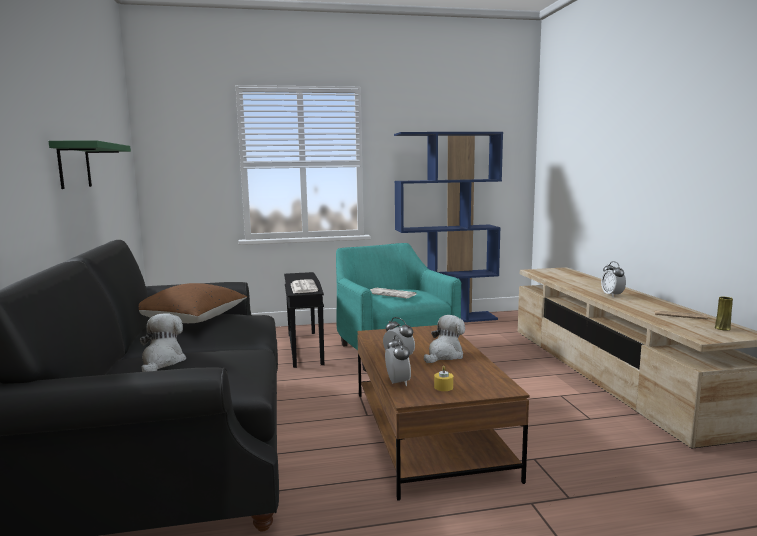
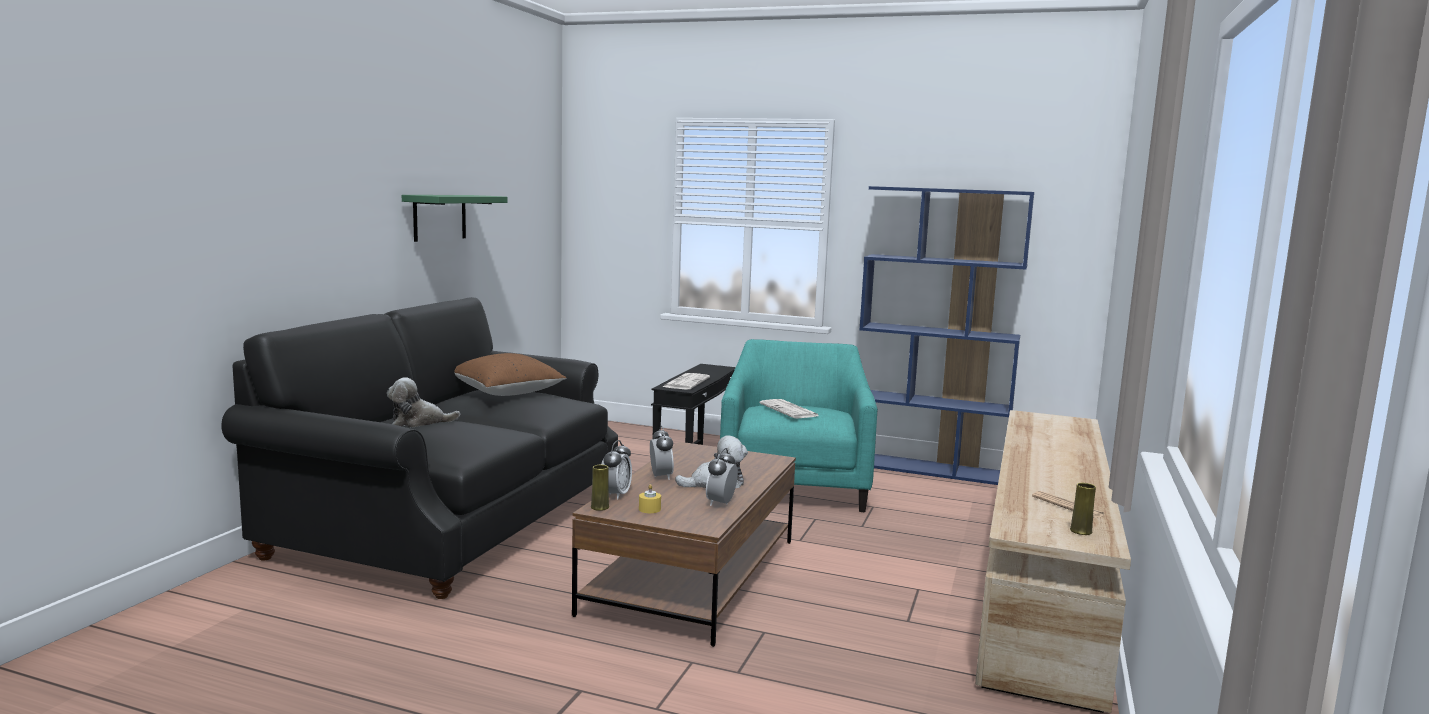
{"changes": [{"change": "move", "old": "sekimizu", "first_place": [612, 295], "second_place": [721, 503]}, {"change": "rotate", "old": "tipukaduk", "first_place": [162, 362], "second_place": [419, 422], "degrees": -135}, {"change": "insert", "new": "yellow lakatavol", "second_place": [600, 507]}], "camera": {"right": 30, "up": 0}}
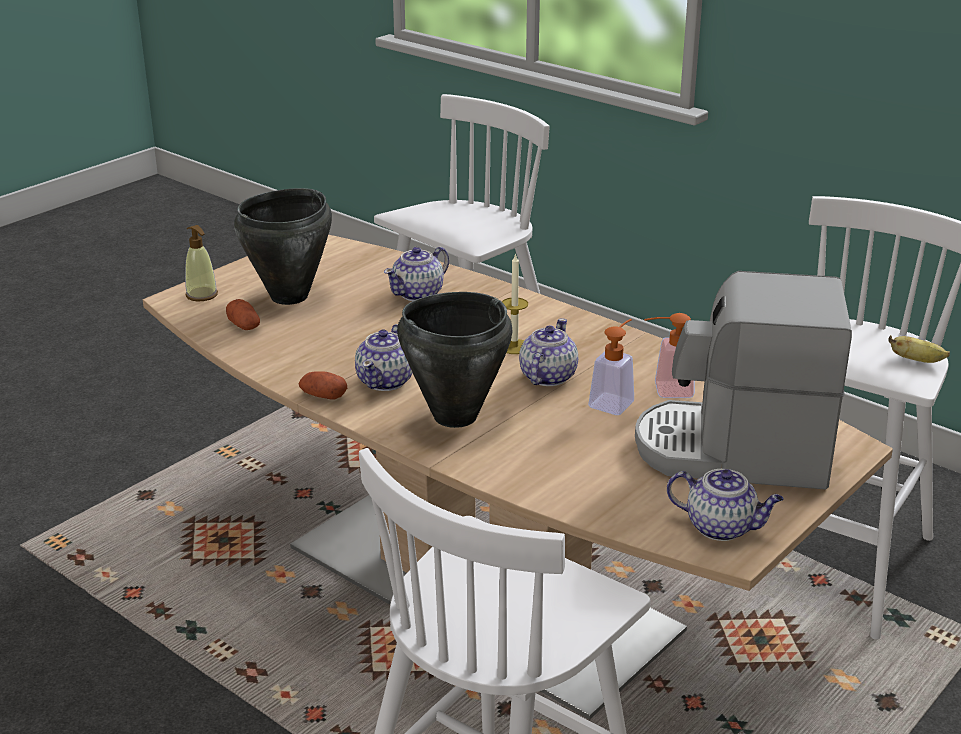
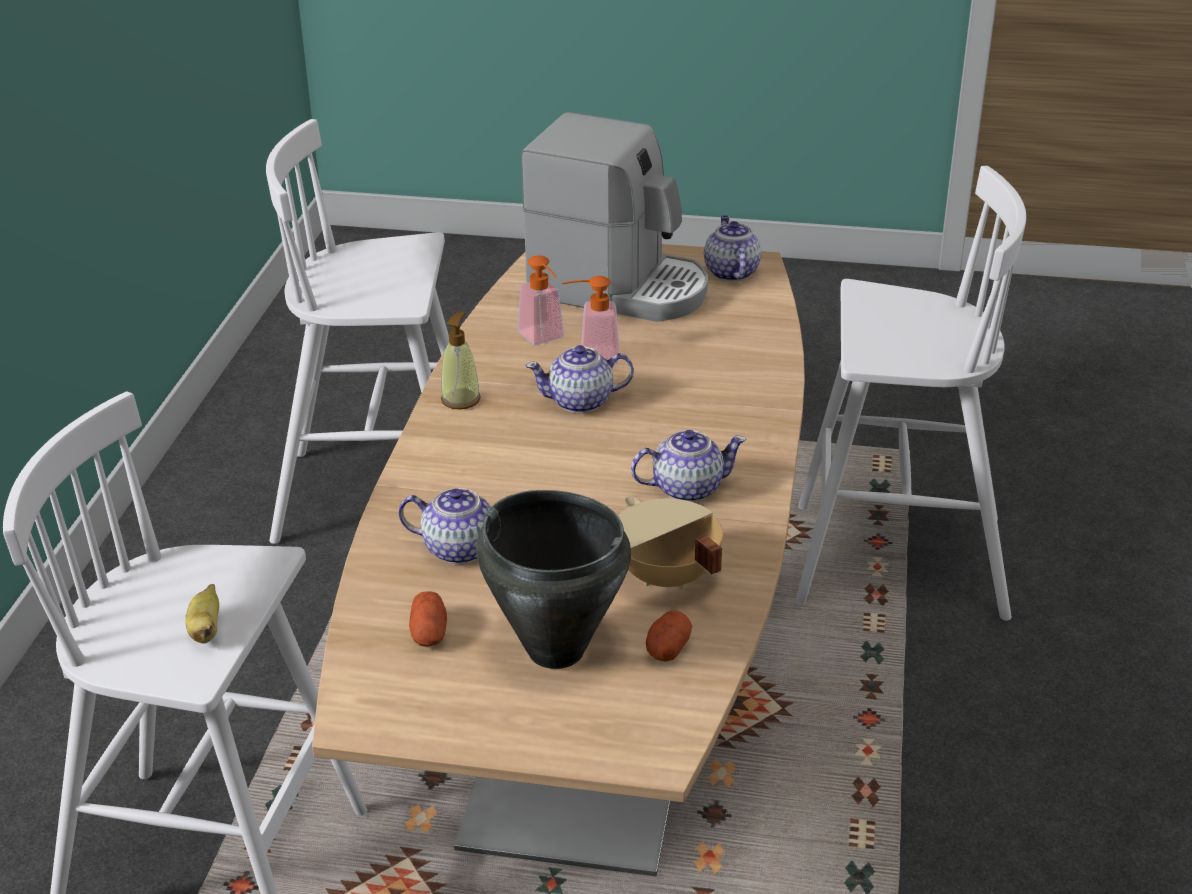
{"changes": [{"change": "move", "old": "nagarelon", "first_place": [202, 295], "second_place": [461, 399]}, {"change": "delete", "old": "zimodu", "first_place": [514, 346]}, {"change": "rotate", "old": "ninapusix", "first_place": [733, 452], "second_place": [619, 288], "degrees": -45}, {"change": "delete", "old": "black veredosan", "first_place": [454, 416]}, {"change": "move", "old": "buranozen", "first_place": [917, 360], "second_place": [206, 629]}, {"change": "move", "old": "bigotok", "first_place": [323, 396], "second_place": [429, 632]}, {"change": "insert", "new": "beige veredosan", "second_place": [665, 577]}], "camera": {"right": -120, "up": 5}}
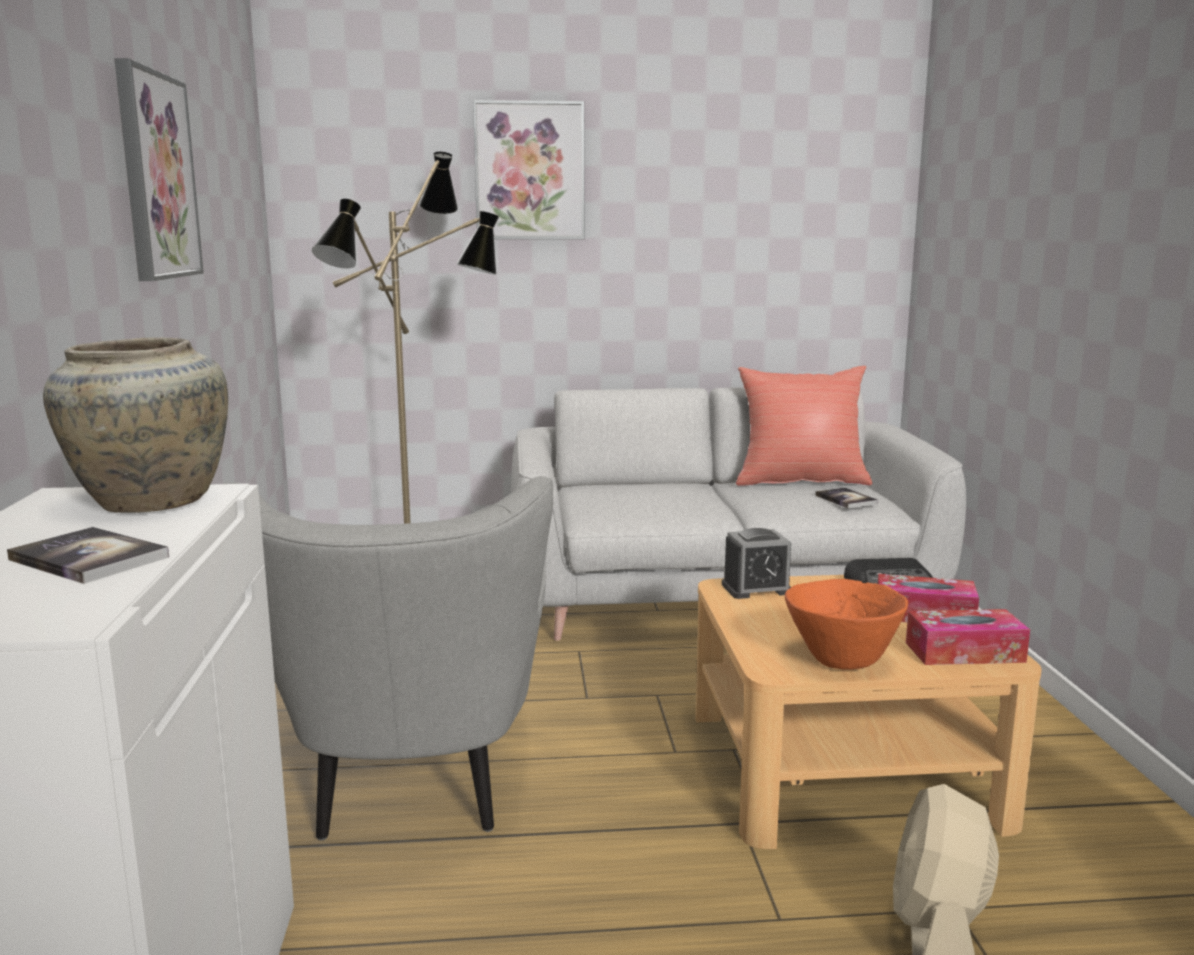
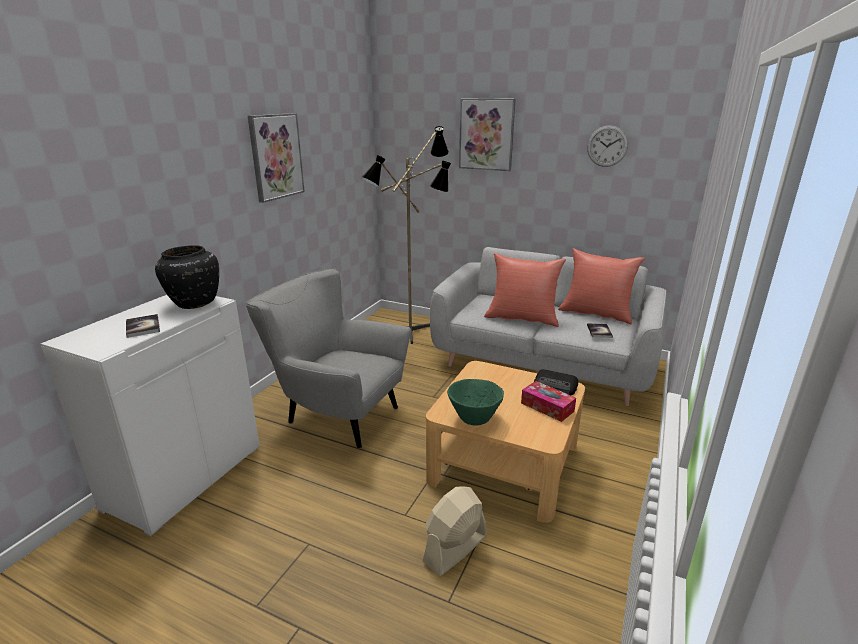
{"changes": [{"change": "recolor", "old": "beige lakatavol", "new": "black lakatavol", "first_place": [148, 501], "second_place": [194, 303]}, {"change": "rotate", "old": "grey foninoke", "first_place": [413, 786], "second_place": [335, 414], "degrees": 90}, {"change": "delete", "old": "sekimizu", "first_place": [756, 589]}, {"change": "recolor", "old": "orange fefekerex", "new": "green fefekerex", "first_place": [841, 660], "second_place": [474, 418]}, {"change": "delete", "old": "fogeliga", "first_place": [964, 652]}, {"change": "insert", "new": "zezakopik", "second_place": [607, 146]}, {"change": "insert", "new": "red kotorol", "second_place": [522, 318]}], "camera": {"right": 30, "up": 10}}
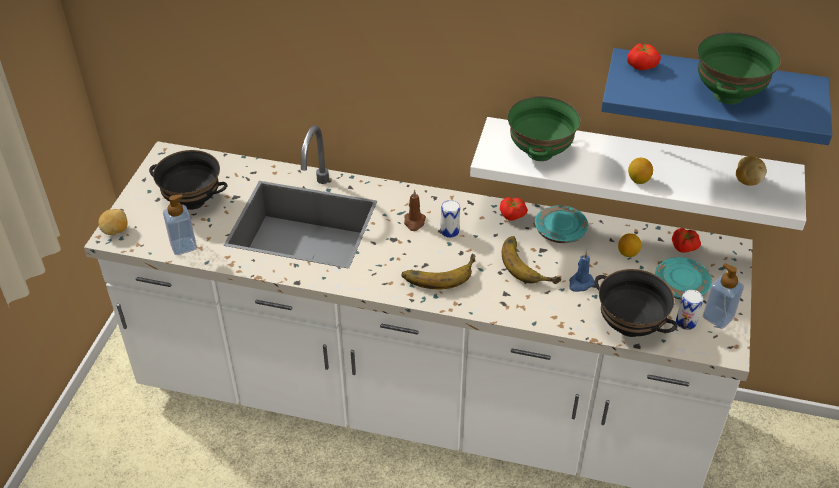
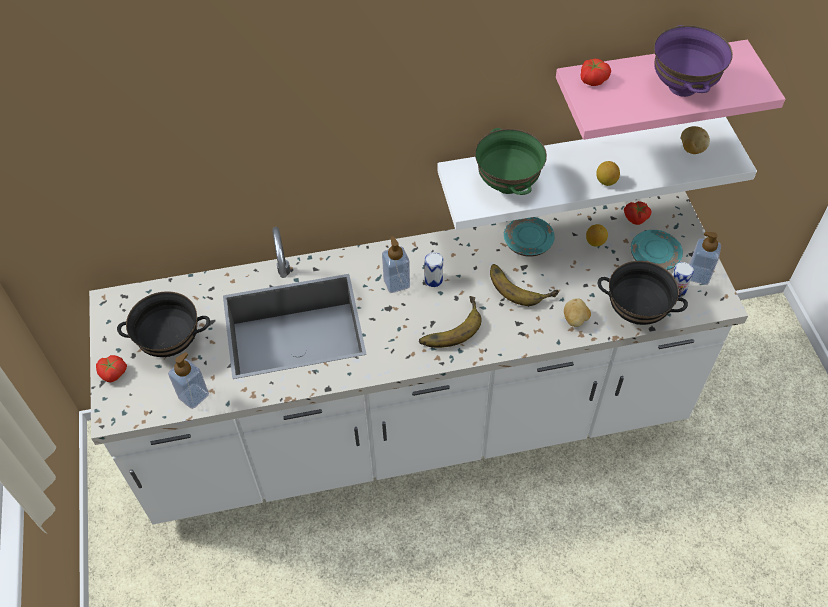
{"changes": [{"change": "recolor", "old": "green fefekerex", "new": "purple fefekerex", "first_place": [729, 96], "second_place": [683, 87]}, {"change": "recolor", "old": "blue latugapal", "new": "pink latugapal", "first_place": [711, 94], "second_place": [646, 82]}, {"change": "replace", "old": "brown zimodu", "new": "nagarelon", "first_place": [414, 222], "second_place": [396, 283]}, {"change": "move", "old": "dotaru", "first_place": [512, 216], "second_place": [113, 374]}, {"change": "move", "old": "bigotok", "first_place": [115, 231], "second_place": [575, 320]}, {"change": "delete", "old": "blue zimodu", "first_place": [580, 283]}], "camera": {"right": -25, "up": 10}}
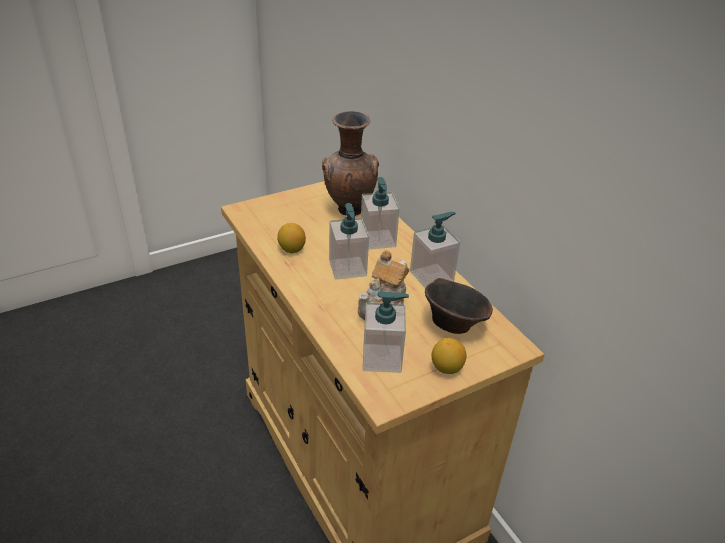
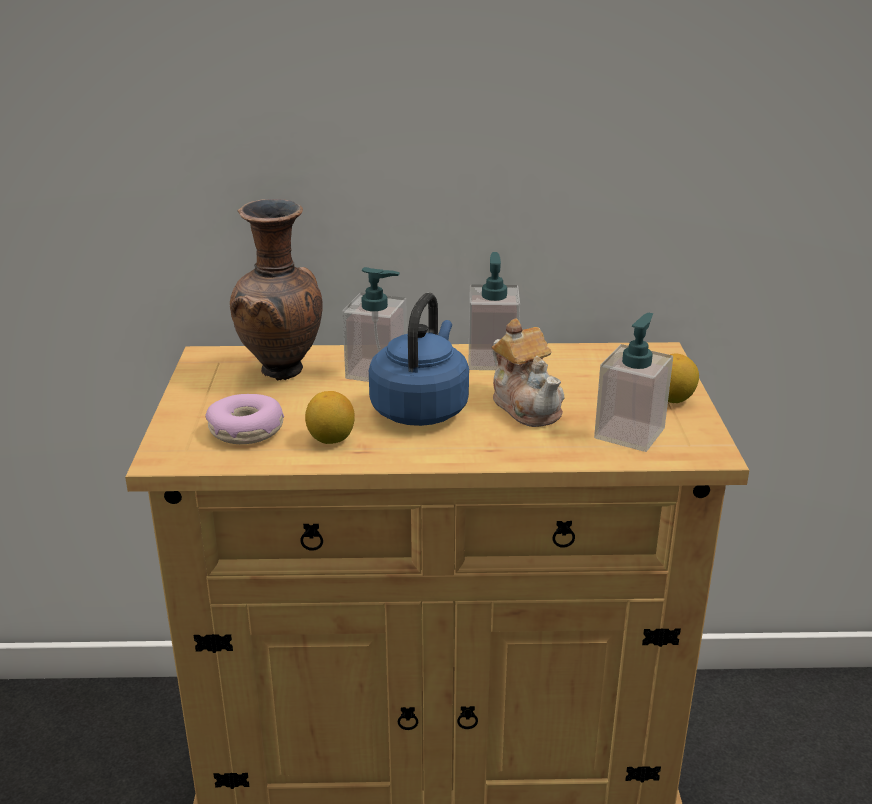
{"changes": [{"change": "replace", "old": "nagarelon", "new": "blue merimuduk", "first_place": [347, 268], "second_place": [421, 408]}, {"change": "delete", "old": "brown fefekerex", "first_place": [453, 323]}, {"change": "insert", "new": "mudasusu", "second_place": [246, 431]}], "camera": {"right": -60, "up": -10}}
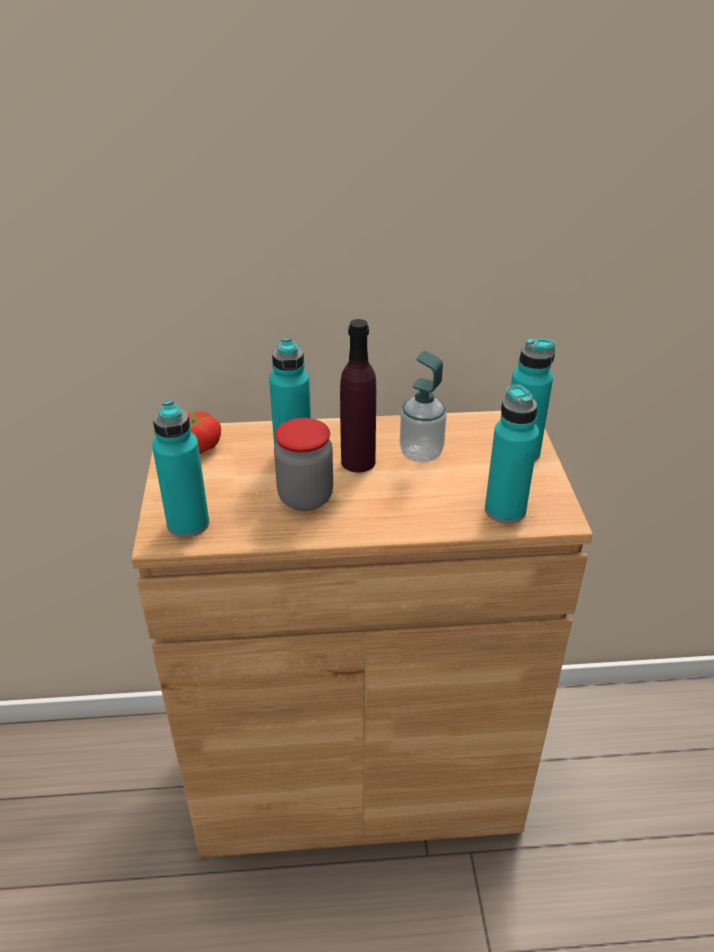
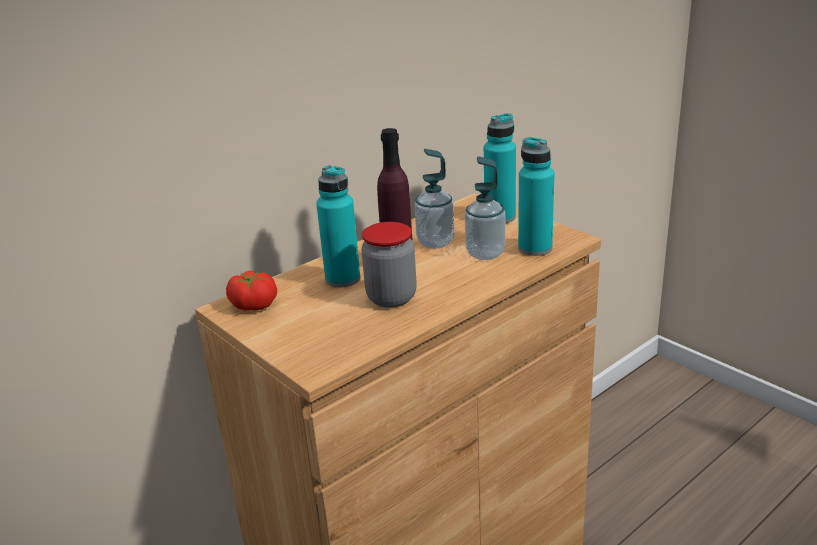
{"changes": [{"change": "delete", "old": "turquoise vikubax", "first_place": [188, 524]}, {"change": "insert", "new": "nagarelon", "second_place": [485, 253]}], "camera": {"right": -35, "up": -10}}
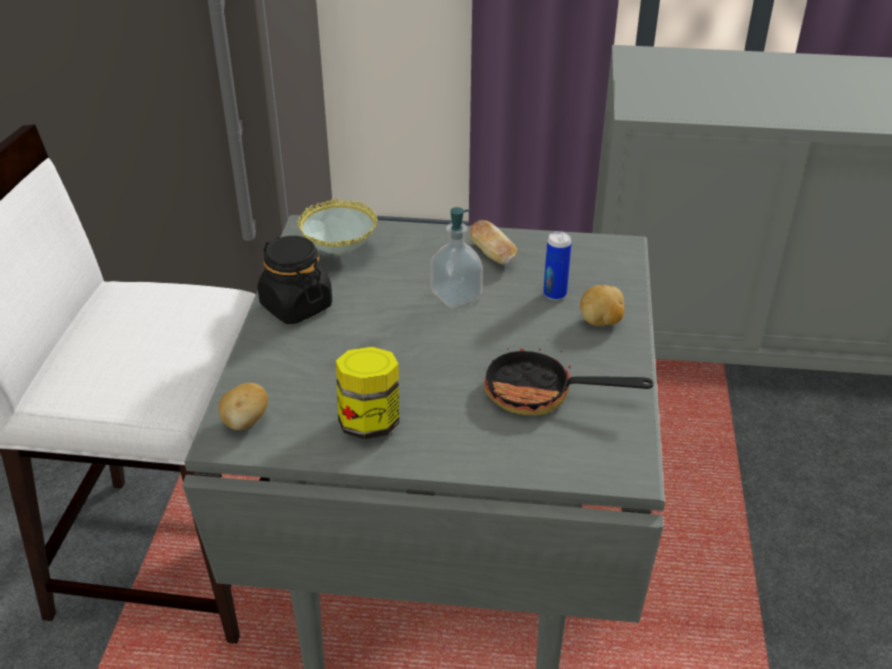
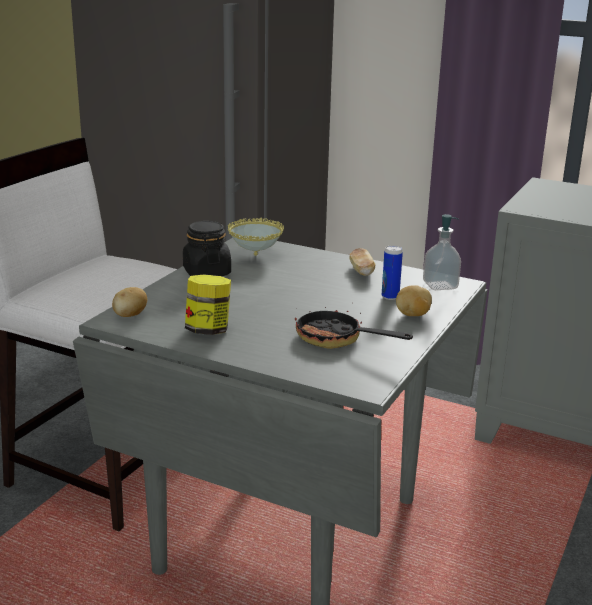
{"changes": [{"change": "move", "old": "nagarelon", "first_place": [456, 295], "second_place": [440, 285]}], "camera": {"right": 20, "up": -15}}
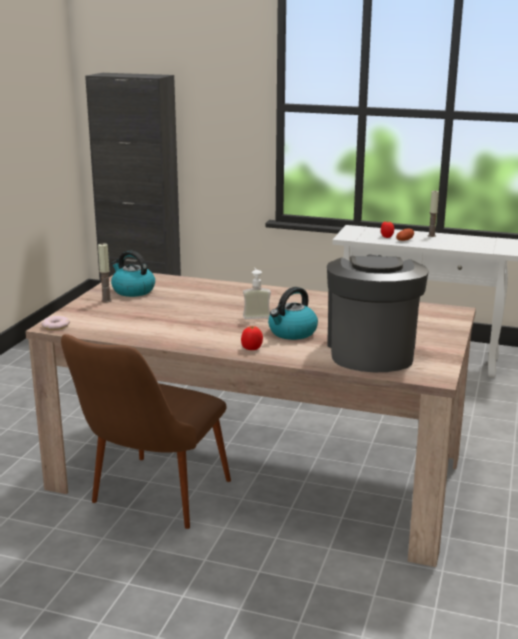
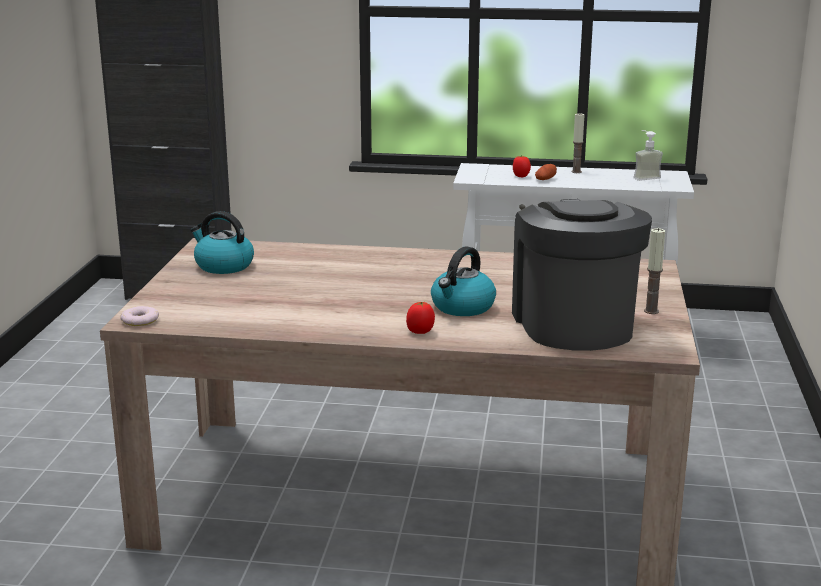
{"changes": [{"change": "move", "old": "zimodu", "first_place": [106, 300], "second_place": [651, 311]}, {"change": "move", "old": "nagarelon", "first_place": [256, 315], "second_place": [644, 177]}, {"change": "delete", "old": "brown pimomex", "first_place": [150, 503]}], "camera": {"right": -10, "up": 0}}
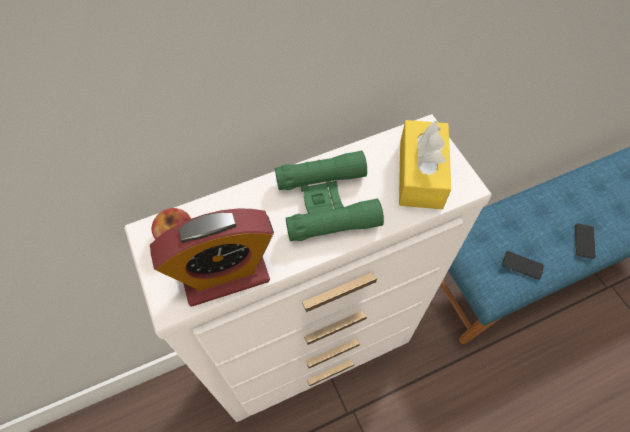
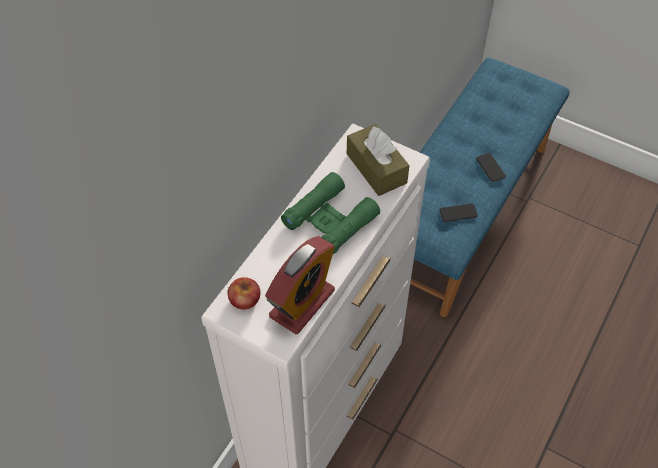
{"changes": [{"change": "recolor", "old": "yellow fogeliga", "new": "brown fogeliga", "first_place": [420, 174], "second_place": [376, 168]}], "camera": {"right": -35, "up": -5}}
